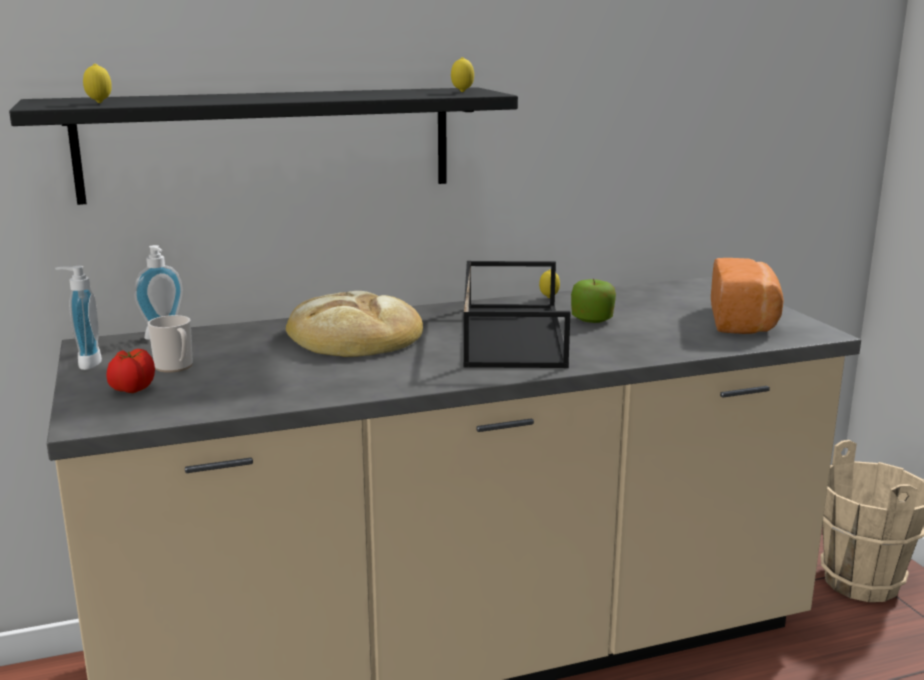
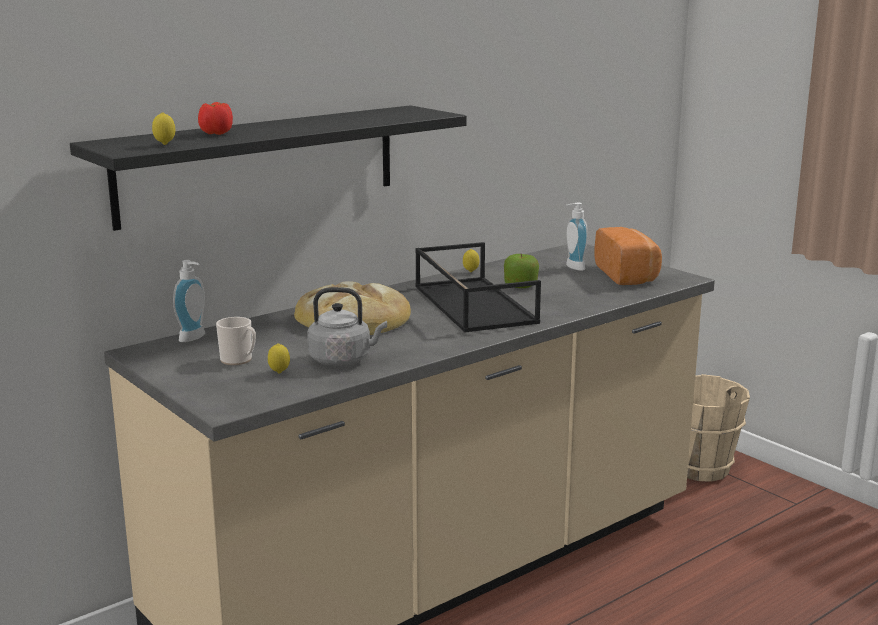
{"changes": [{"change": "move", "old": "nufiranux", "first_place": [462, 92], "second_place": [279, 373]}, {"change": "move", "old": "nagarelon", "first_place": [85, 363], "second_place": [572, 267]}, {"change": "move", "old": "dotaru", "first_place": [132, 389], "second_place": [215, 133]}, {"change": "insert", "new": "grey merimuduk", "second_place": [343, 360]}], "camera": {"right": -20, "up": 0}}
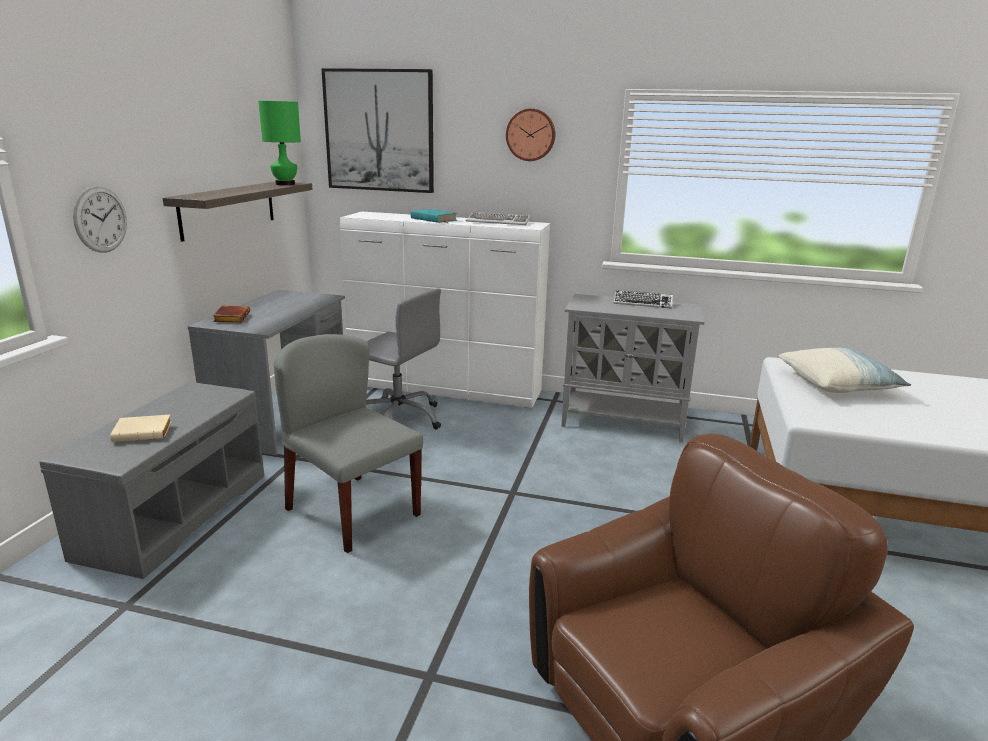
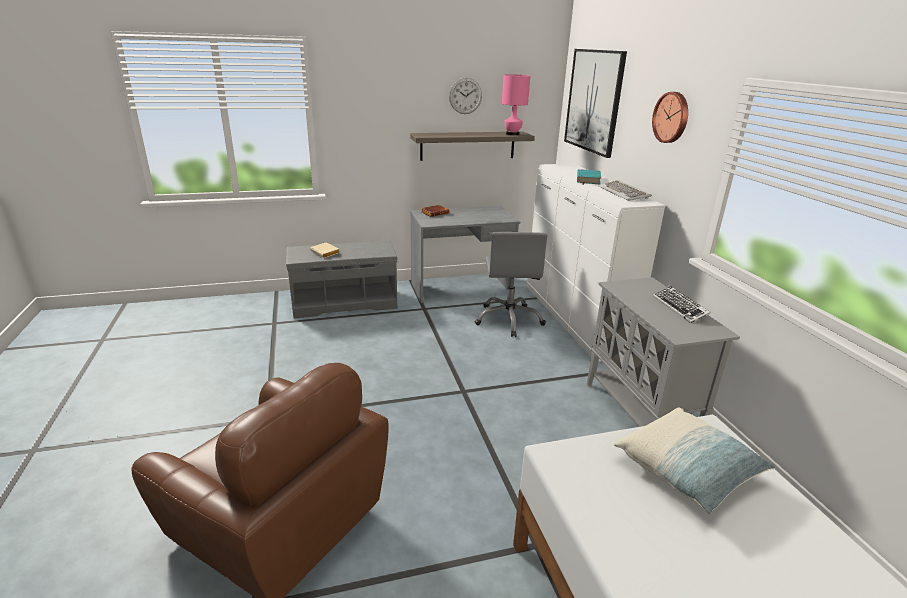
{"changes": [{"change": "recolor", "old": "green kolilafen", "new": "pink kolilafen", "first_place": [285, 184], "second_place": [512, 134]}, {"change": "move", "old": "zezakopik", "first_place": [100, 219], "second_place": [465, 96]}, {"change": "delete", "old": "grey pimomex", "first_place": [351, 511]}], "camera": {"right": 60, "up": 5}}
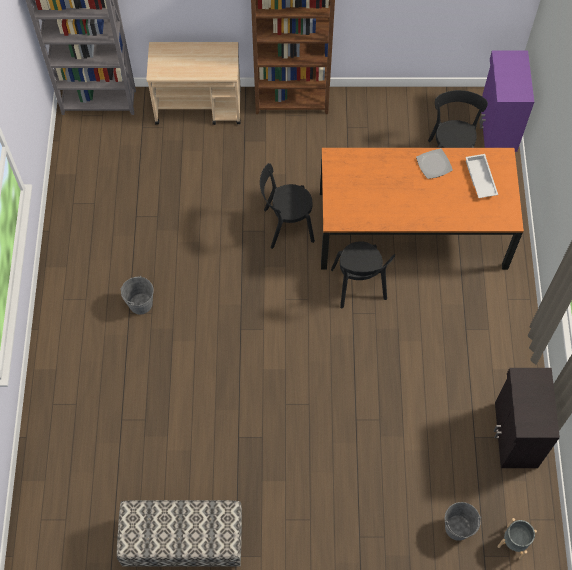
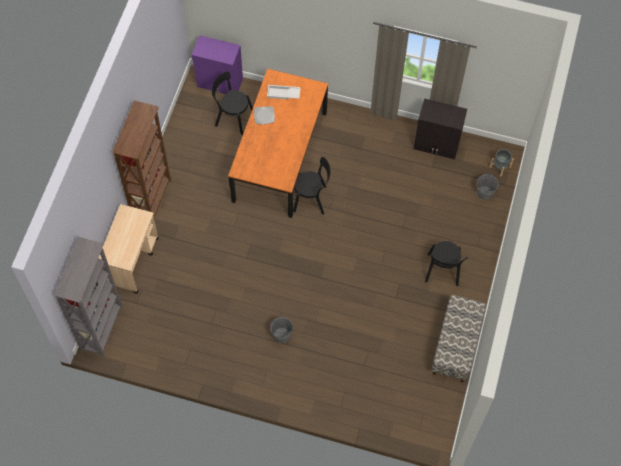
{"changes": [{"change": "move", "old": "black pimomex", "first_place": [286, 226], "second_place": [442, 272]}], "camera": {"right": -75, "up": 0}}
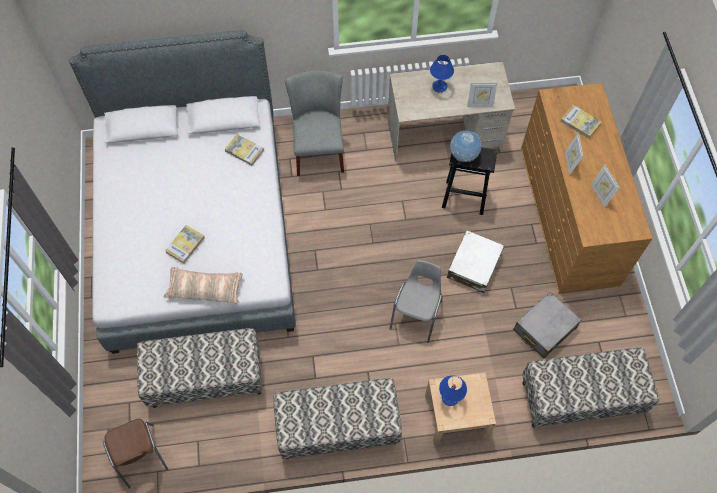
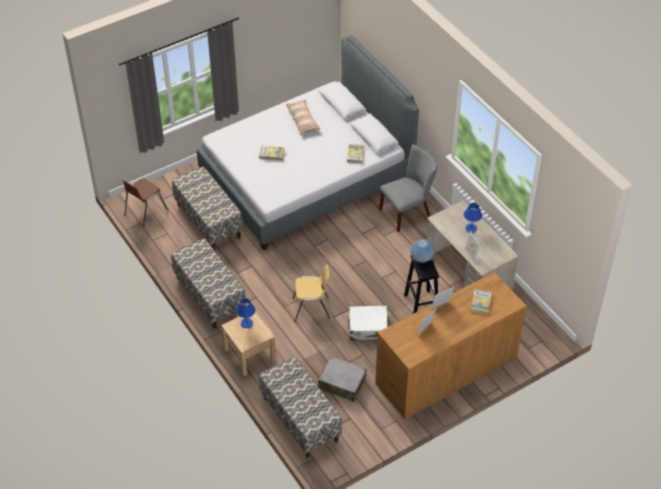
{"changes": [{"change": "recolor", "old": "grey pimomex", "new": "yellow pimomex", "first_place": [417, 314], "second_place": [311, 309]}, {"change": "move", "old": "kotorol", "first_place": [205, 288], "second_place": [303, 120]}], "camera": {"right": 65, "up": -15}}
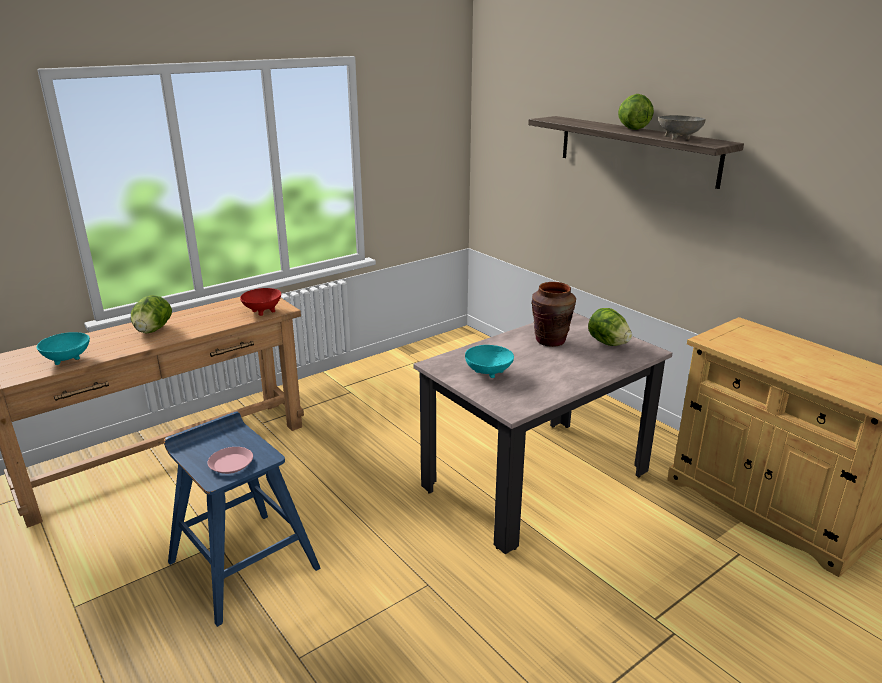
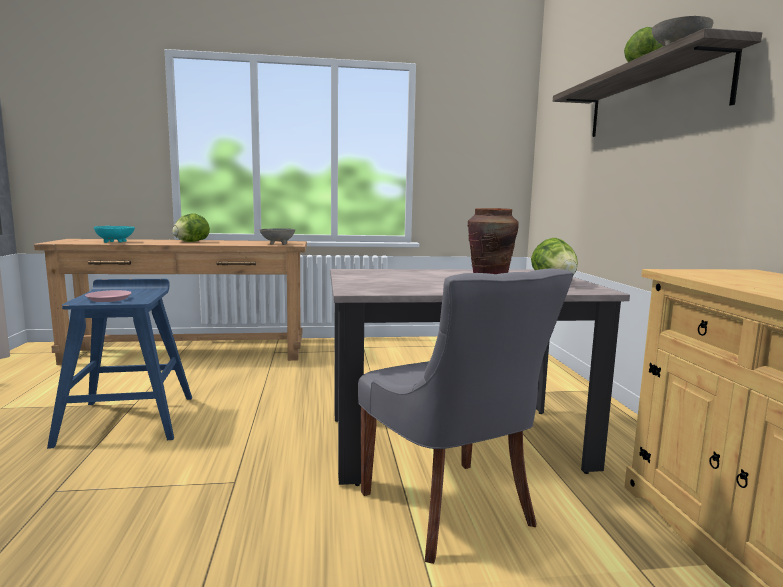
{"changes": [{"change": "recolor", "old": "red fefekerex", "new": "grey fefekerex", "first_place": [262, 311], "second_place": [278, 244]}, {"change": "delete", "old": "turquoise fefekerex", "first_place": [487, 373]}, {"change": "insert", "new": "grey pimomex", "second_place": [450, 510]}], "camera": {"right": 30, "up": -15}}
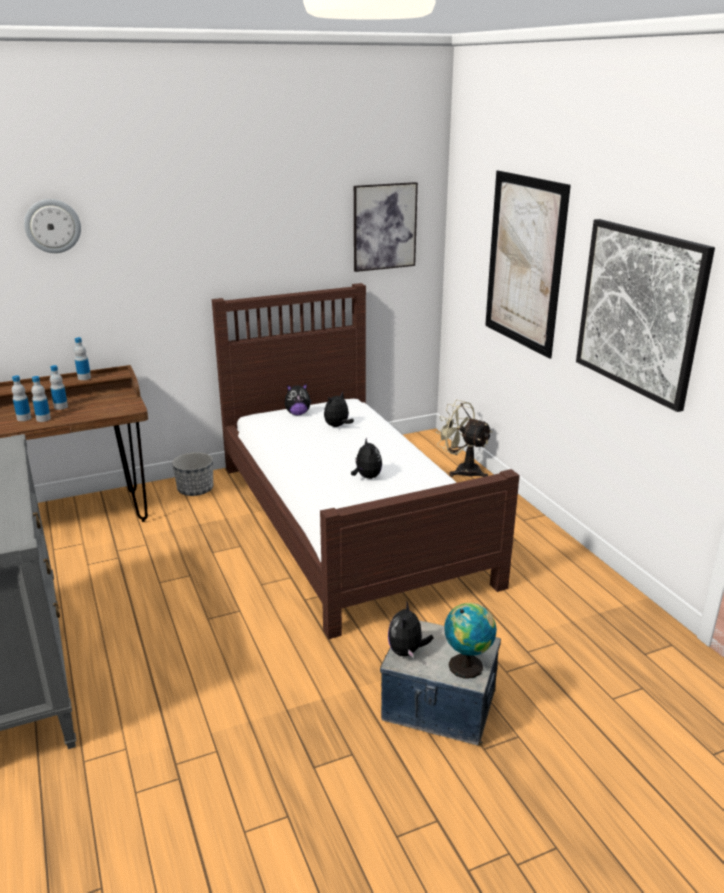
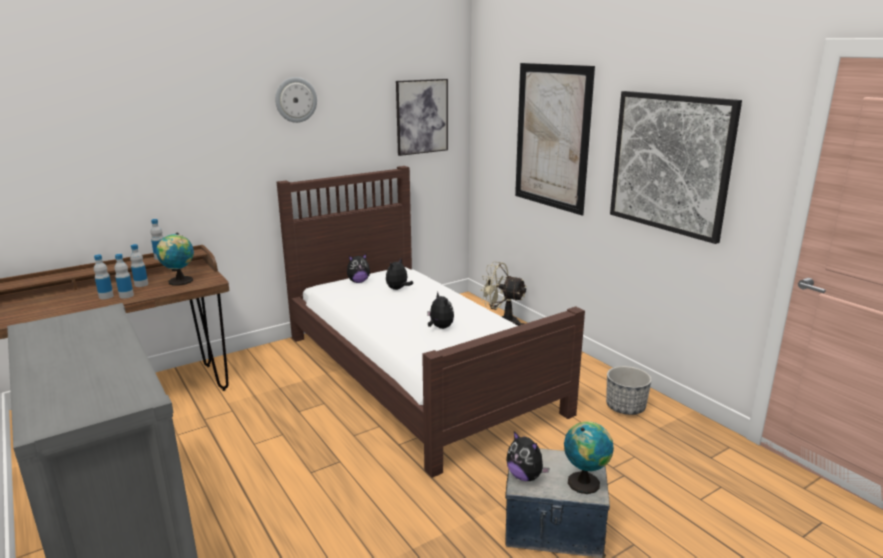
{"changes": [{"change": "move", "old": "zezakopik", "first_place": [52, 226], "second_place": [295, 100]}, {"change": "move", "old": "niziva", "first_place": [196, 490], "second_place": [625, 407]}, {"change": "rotate", "old": "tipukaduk", "first_place": [407, 651], "second_place": [525, 476], "degrees": -45}, {"change": "insert", "new": "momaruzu", "second_place": [179, 282]}], "camera": {"right": -10, "up": -5}}
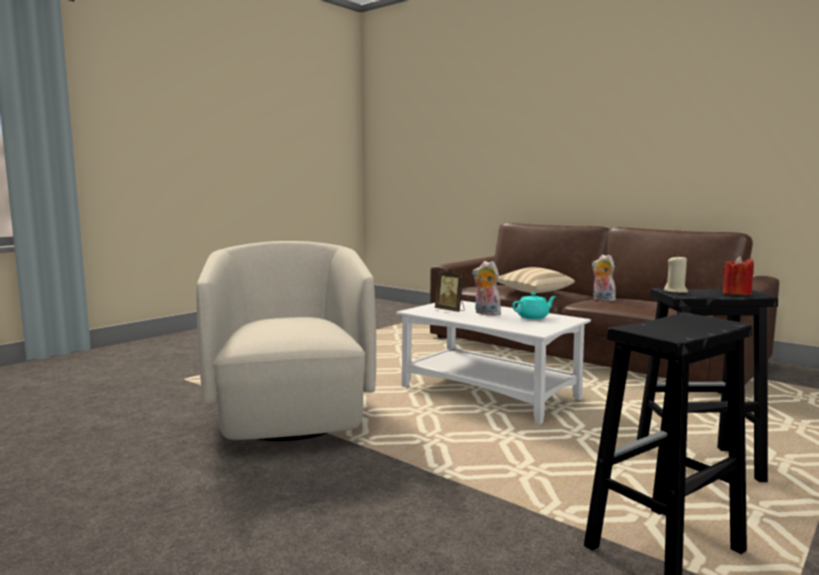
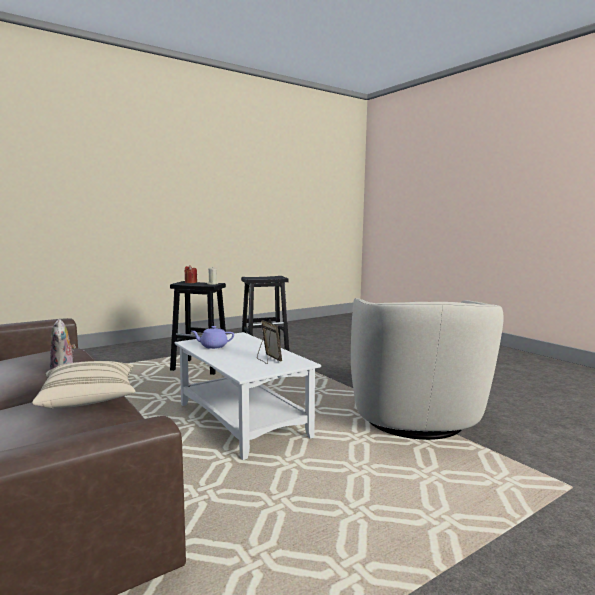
{"changes": [{"change": "delete", "old": "tipukaduk", "first_place": [485, 313]}, {"change": "recolor", "old": "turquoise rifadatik", "new": "purple rifadatik", "first_place": [533, 317], "second_place": [213, 346]}], "camera": {"right": -165, "up": 0}}
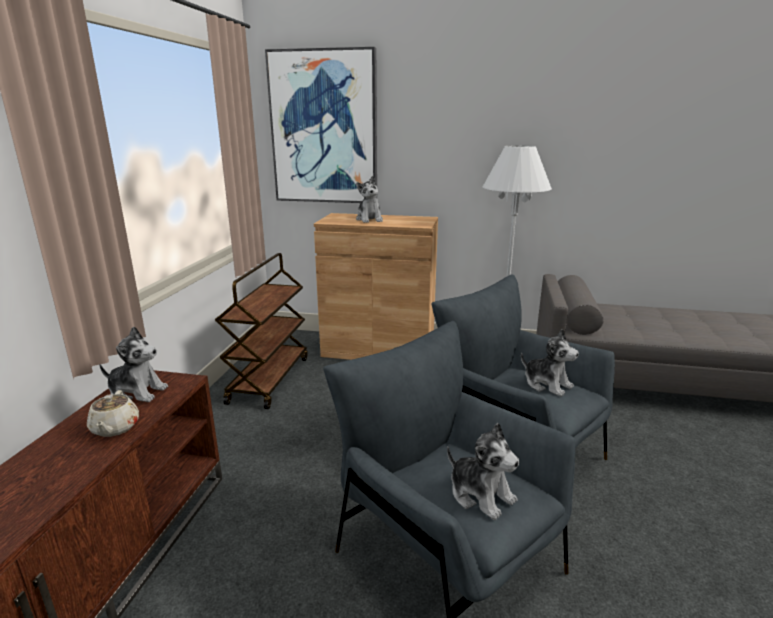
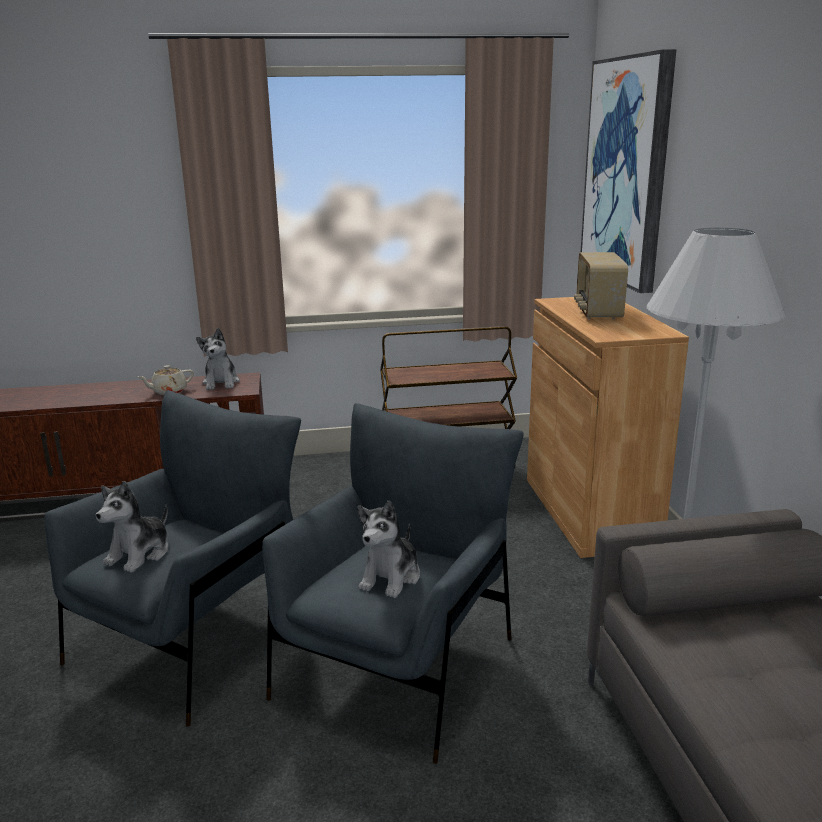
{"changes": [{"change": "replace", "old": "tipukaduk", "new": "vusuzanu", "first_place": [369, 219], "second_place": [597, 312]}], "camera": {"right": 70, "up": 0}}
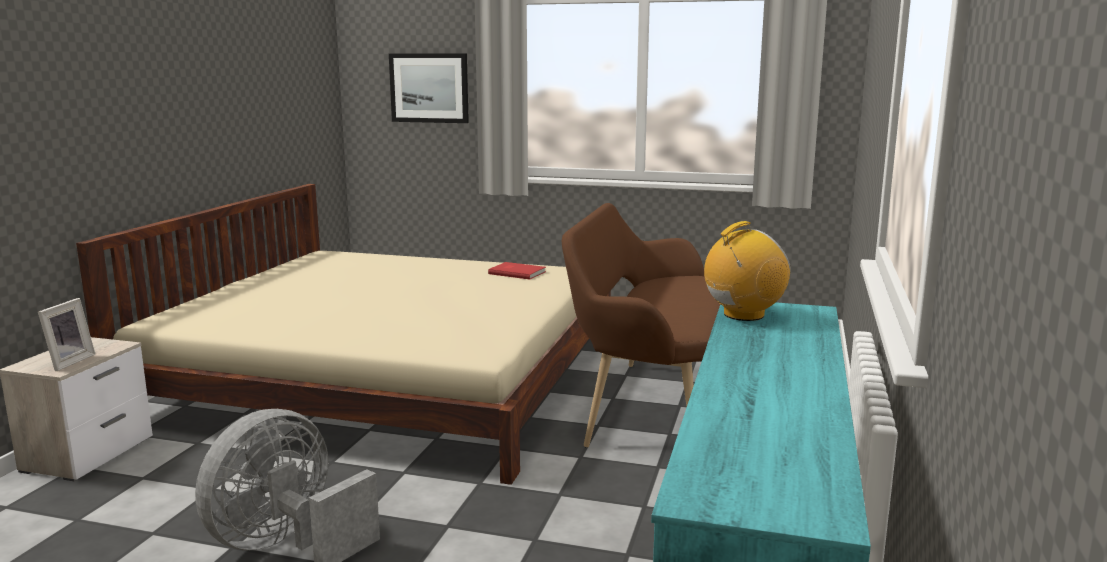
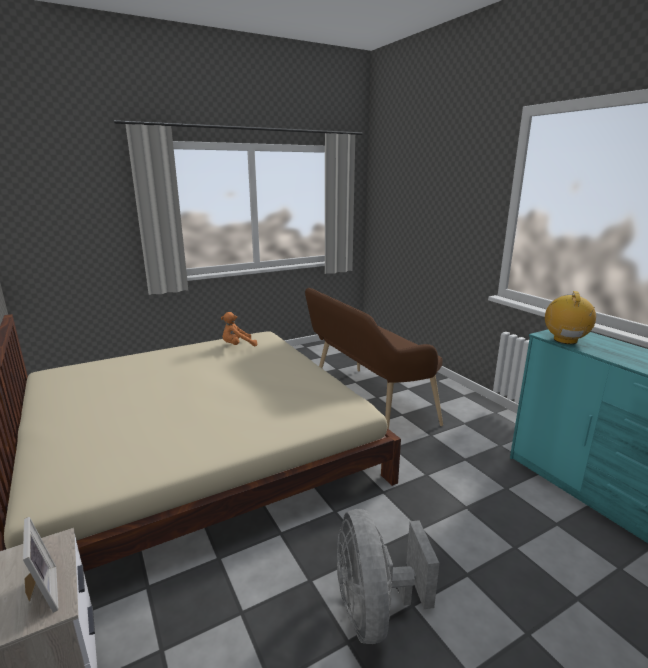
{"changes": [{"change": "delete", "old": "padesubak", "first_place": [429, 88]}, {"change": "replace", "old": "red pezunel", "new": "orange tipukaduk", "first_place": [517, 272], "second_place": [237, 346]}], "camera": {"right": -45, "up": 5}}
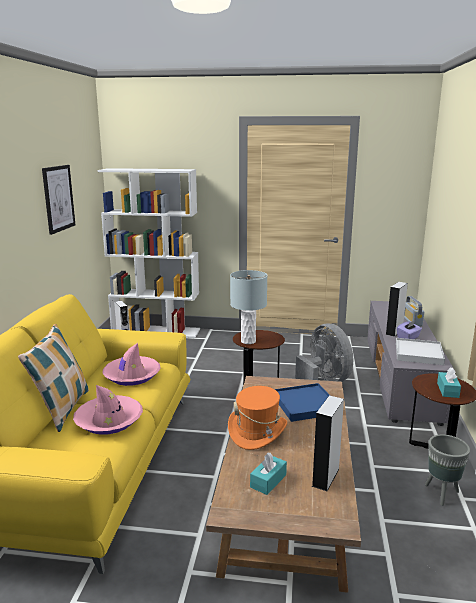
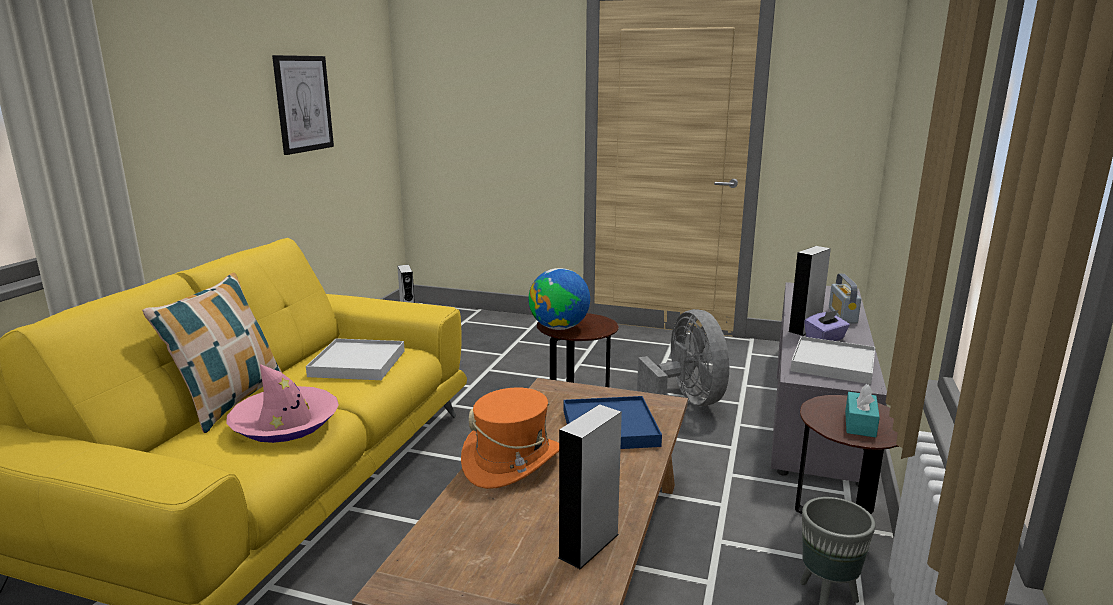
{"changes": [{"change": "delete", "old": "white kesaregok", "first_place": [156, 331]}, {"change": "replace", "old": "grey kolilafen", "new": "momaruzu", "first_place": [248, 341], "second_place": [559, 328]}, {"change": "replace", "old": "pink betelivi", "new": "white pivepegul", "first_place": [132, 376], "second_place": [357, 363]}, {"change": "delete", "old": "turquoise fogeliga", "first_place": [268, 481]}], "camera": {"right": 10, "up": 0}}
